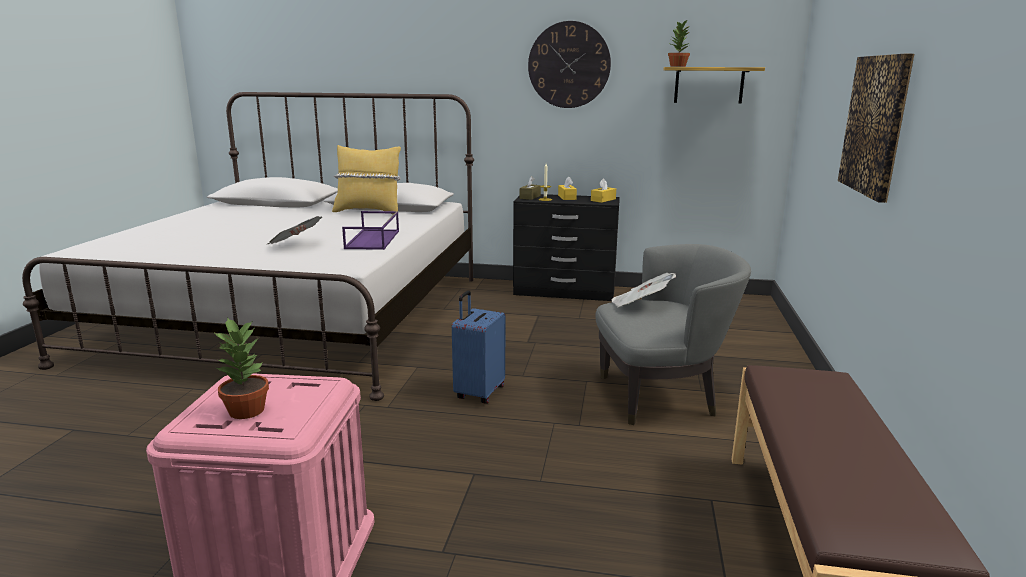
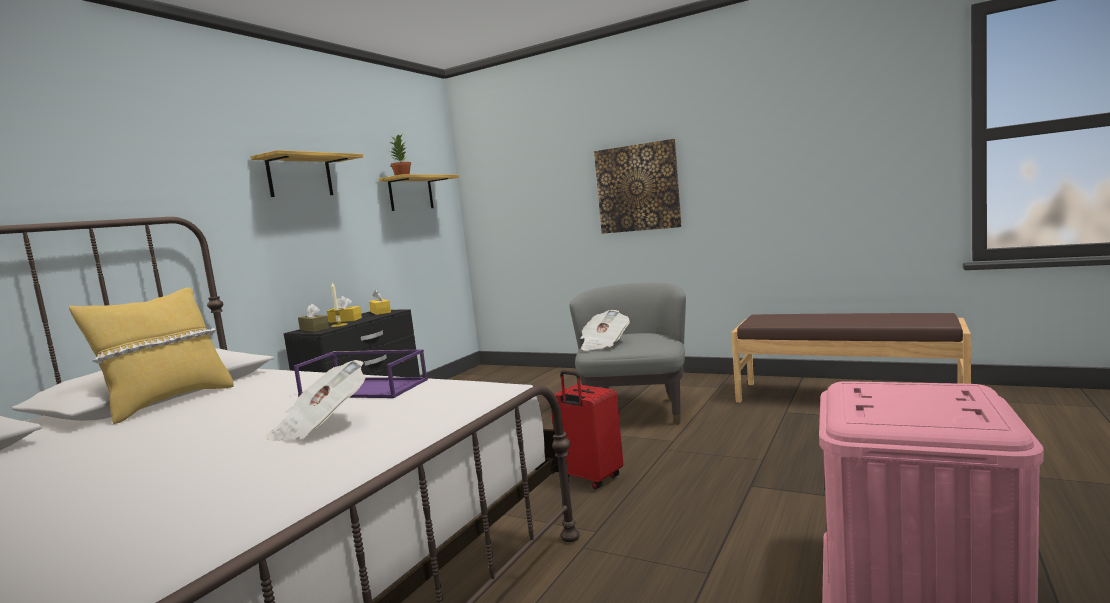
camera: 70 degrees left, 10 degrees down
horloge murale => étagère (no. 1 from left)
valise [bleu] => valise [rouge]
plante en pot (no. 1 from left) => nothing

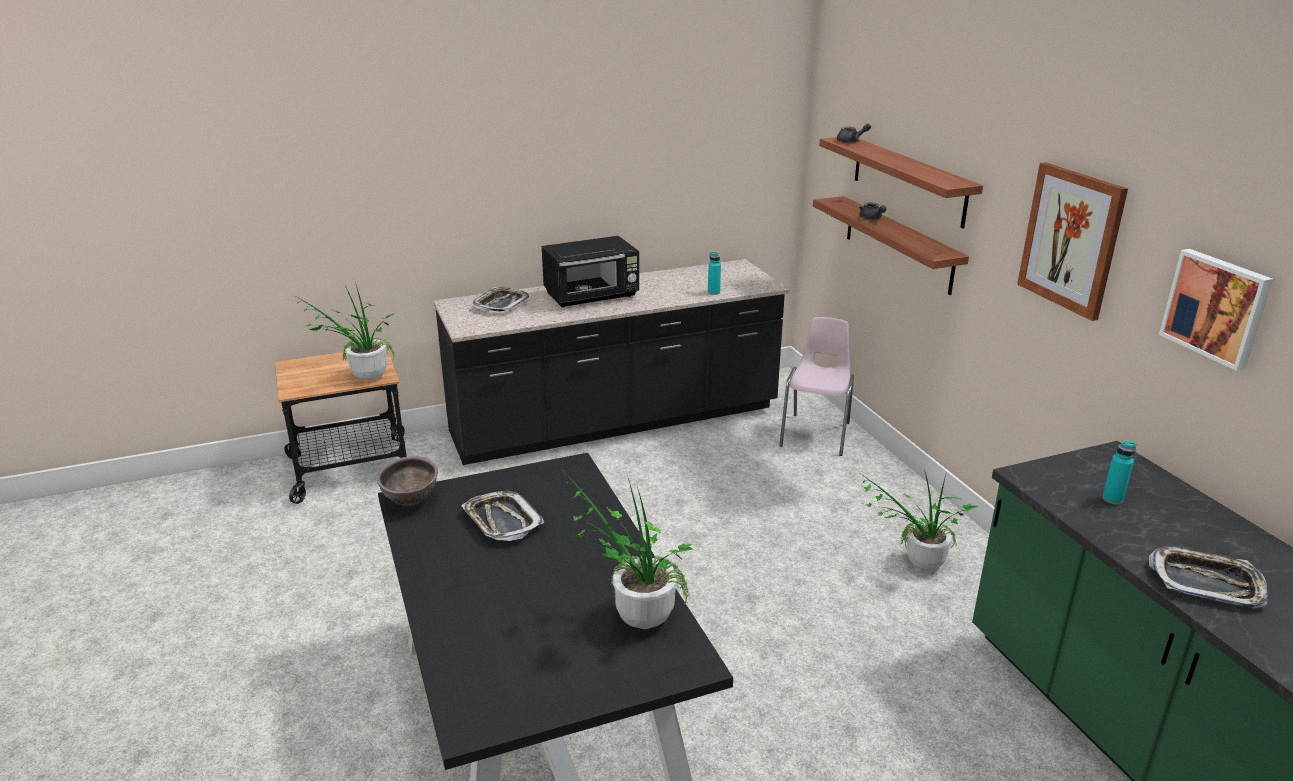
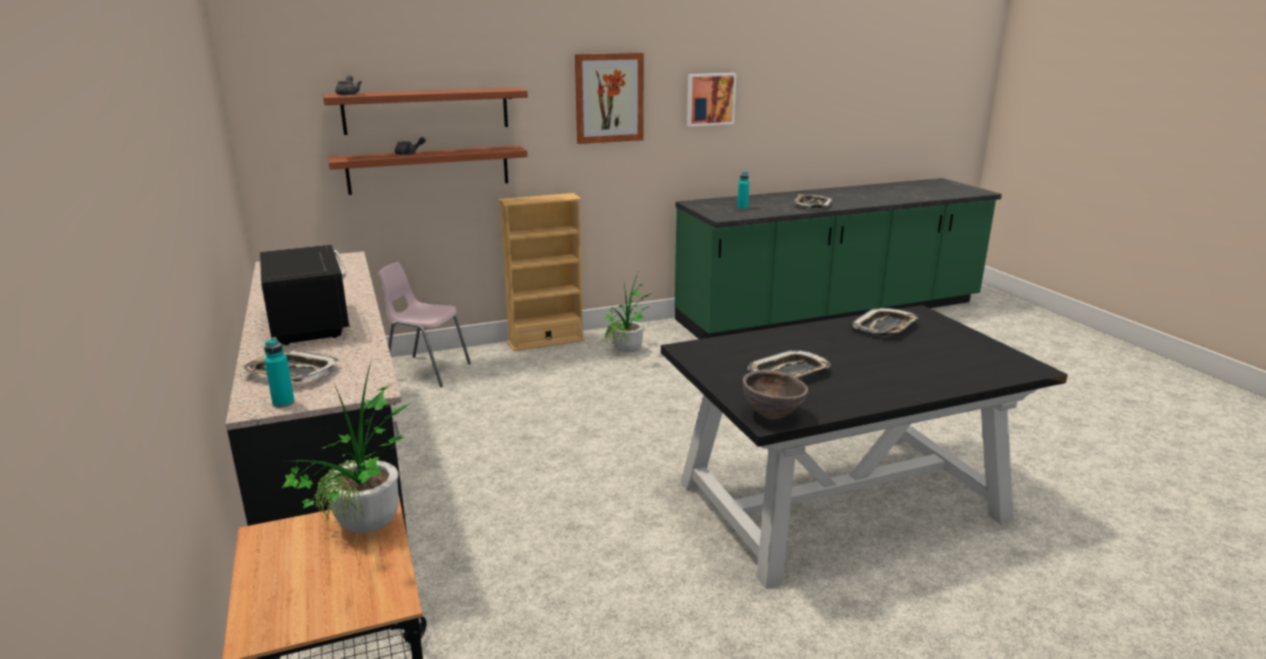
camera: 90 degrees left, 5 degrees down
bouteille [turquoise] (no. 1 from left), relocated
plante en pot (no. 2 from left) => plateau (no. 4 from left)
nothing => bibliothèque [beige]

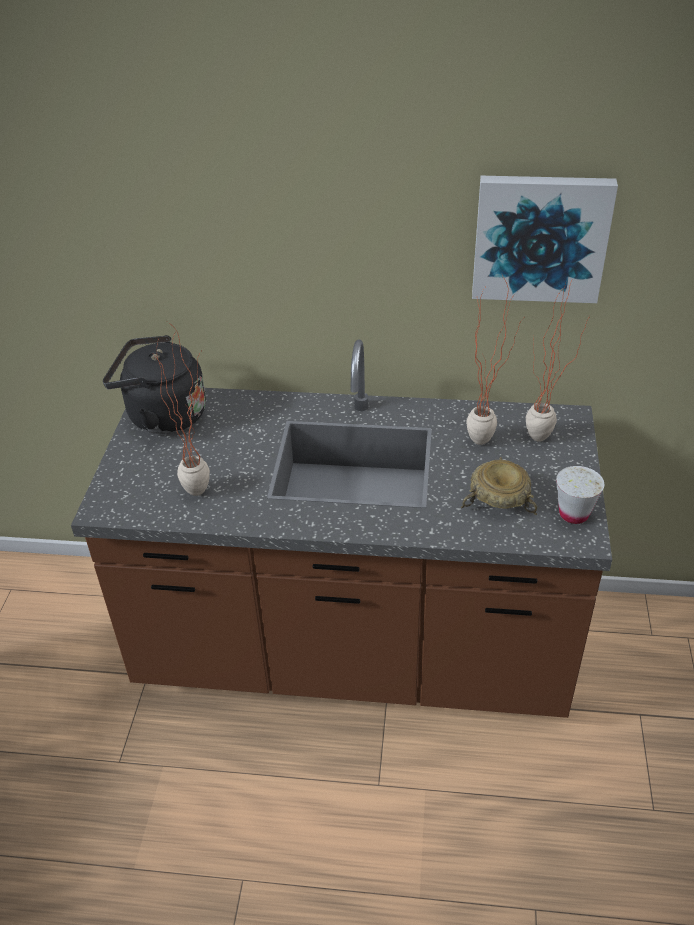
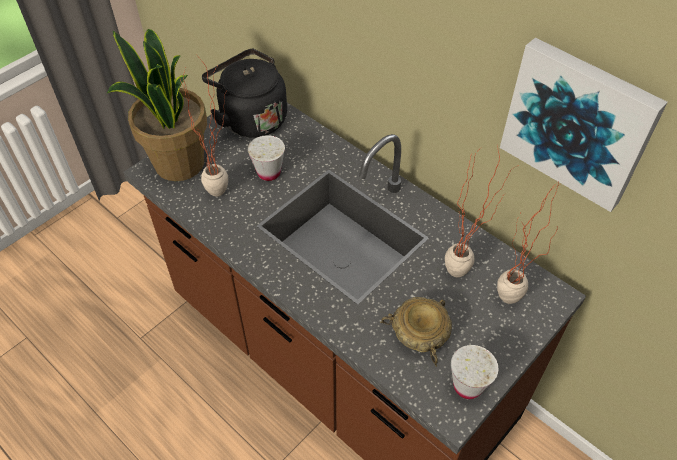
camera: 35 degrees right, 10 degrees up
nothing => plante en pot (no. 1 from left)
nothing => tasse [blanc] (no. 1 from left)

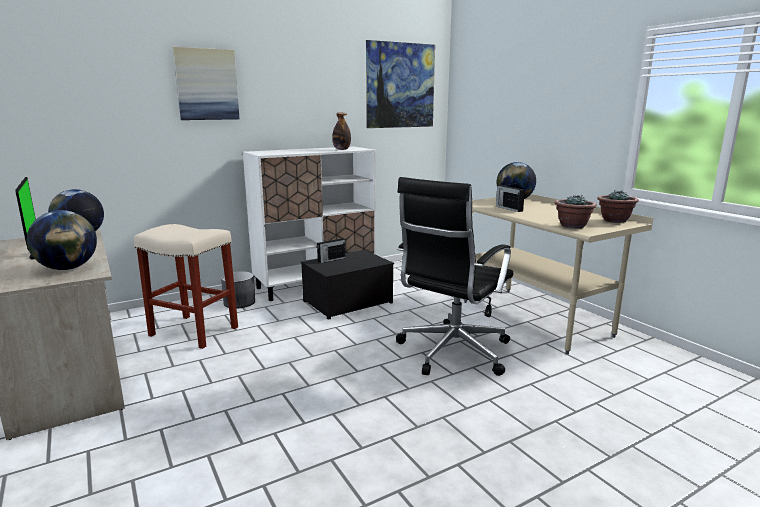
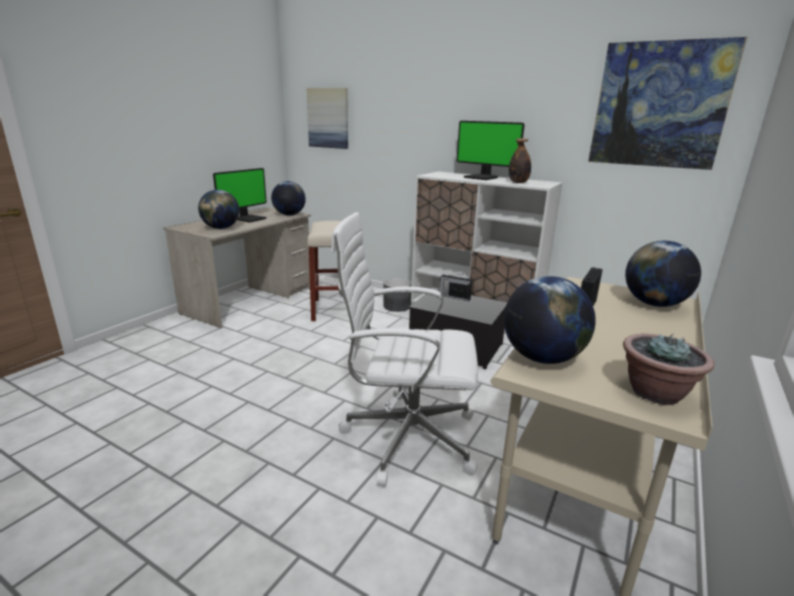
camera: 60 degrees right, 5 degrees up
tableau (no. 1 from left), relocated
chaise de bureau [noir] => chaise de bureau [blanc]
plante en pot (no. 1 from left) => globe (no. 3 from left)
nothing => écran d'ordinateur (no. 2 from left)

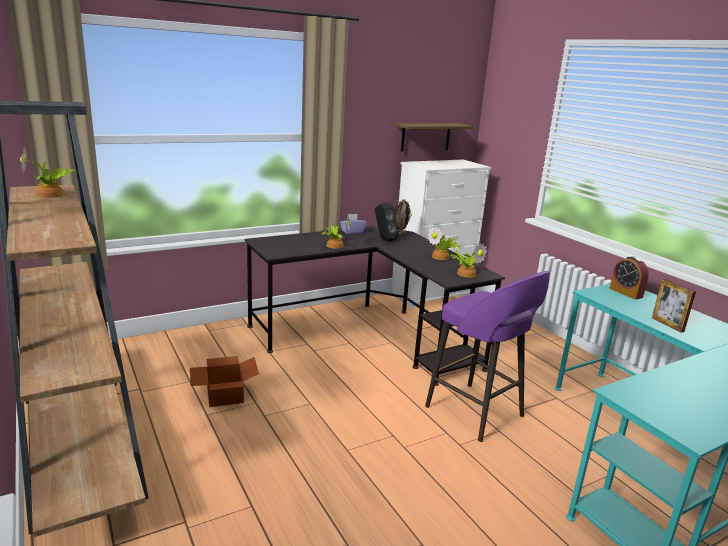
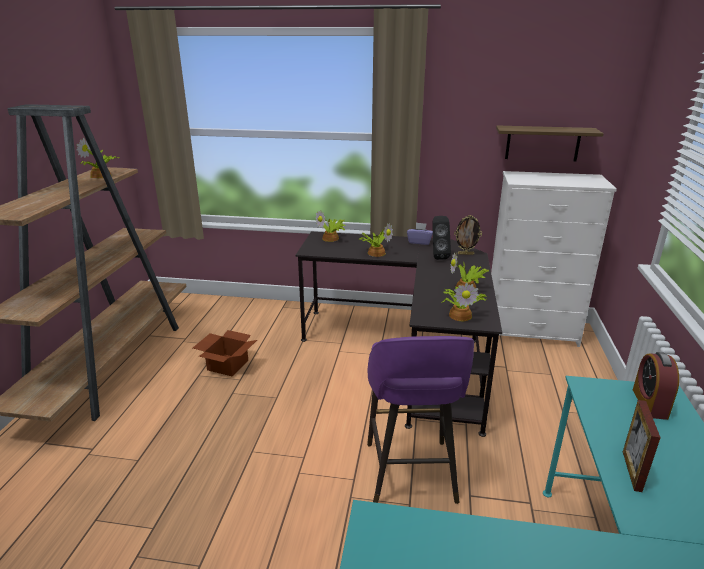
camera: 40 degrees right, 5 degrees up
nothing => plante en pot (no. 2 from left)

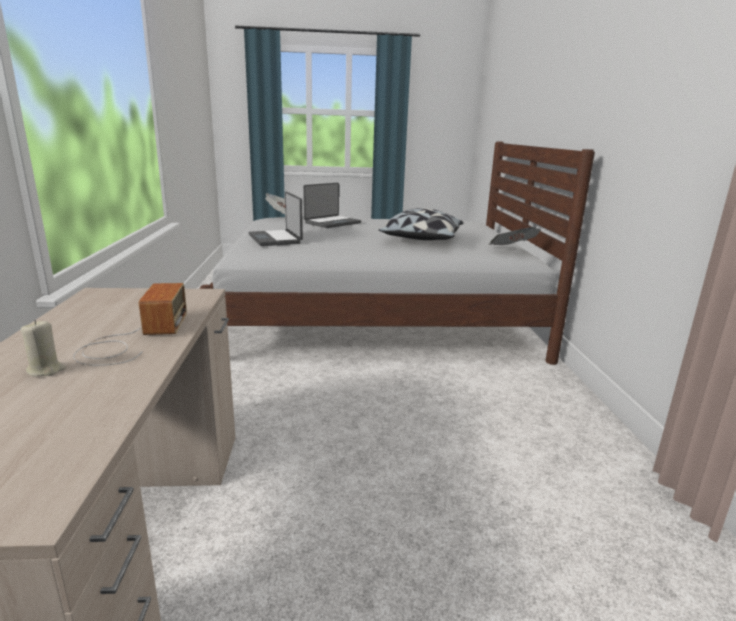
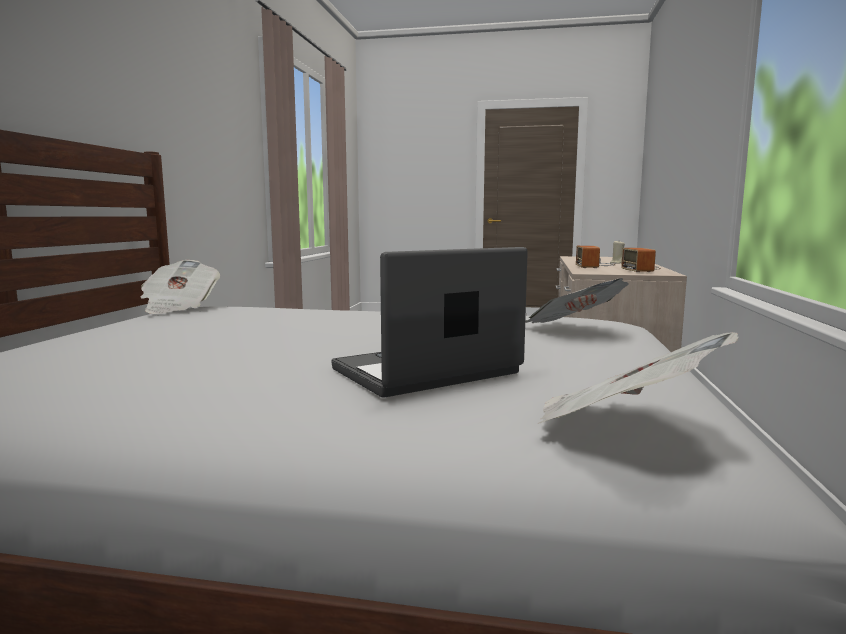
camera: 165 degrees left, 10 degrees down
ordinateur portable (no. 1 from left) => journal (no. 2 from left)
coussin => nothing
nothing => radio (no. 2 from left)

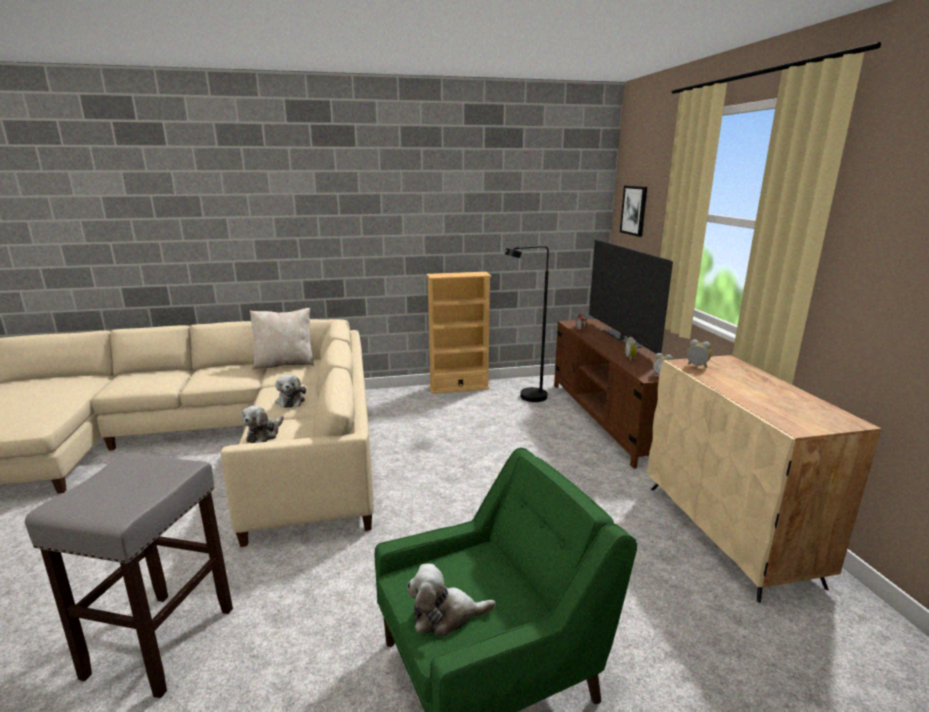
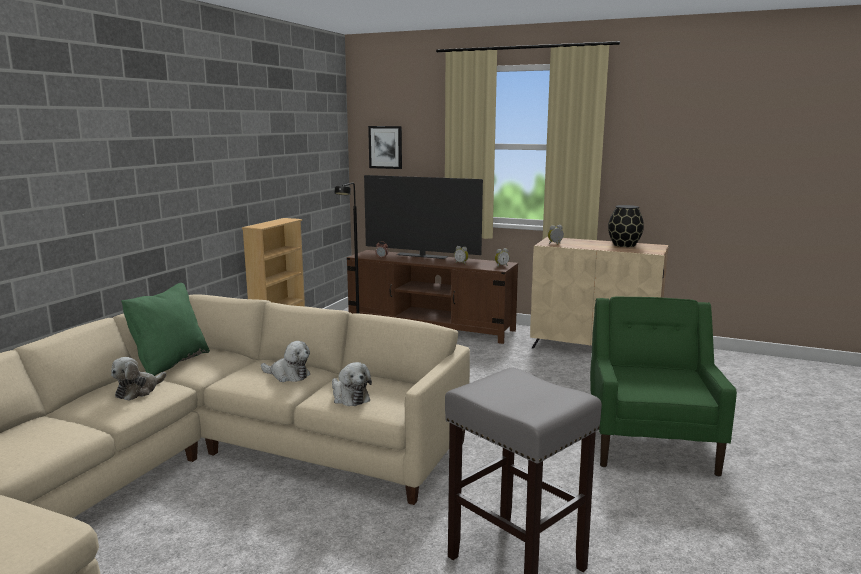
camera: 55 degrees left, 5 degrees down
coussin [beige] => coussin [vert]
peluche (no. 3 from left in the first image) => peluche (no. 1 from left), relocated
nothing => vase [noir]

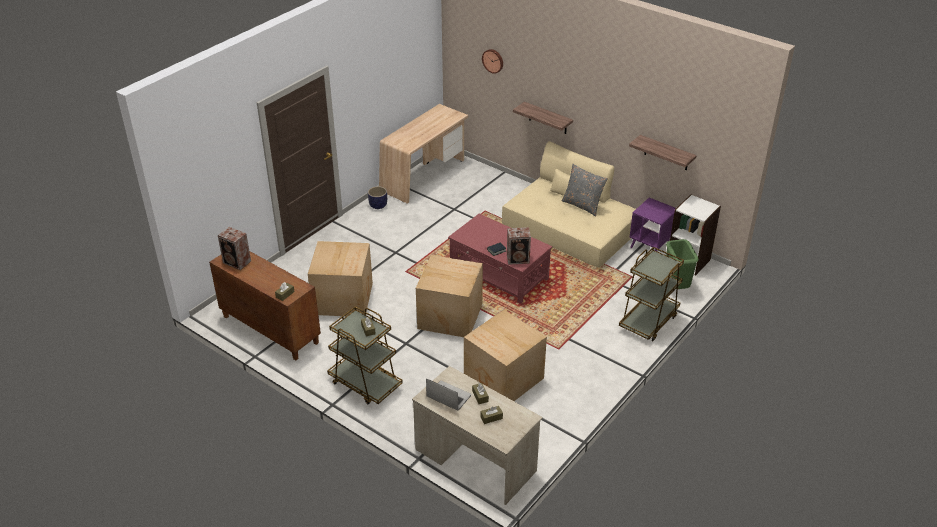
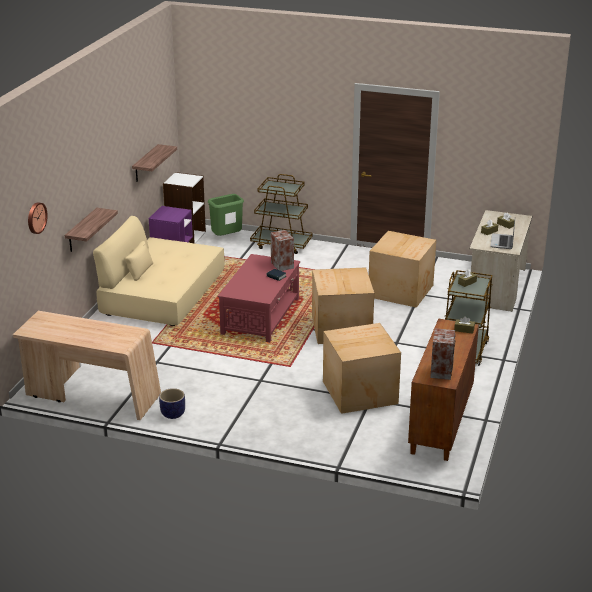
camera: 110 degrees left, 10 degrees down
coussin [gris] => nothing

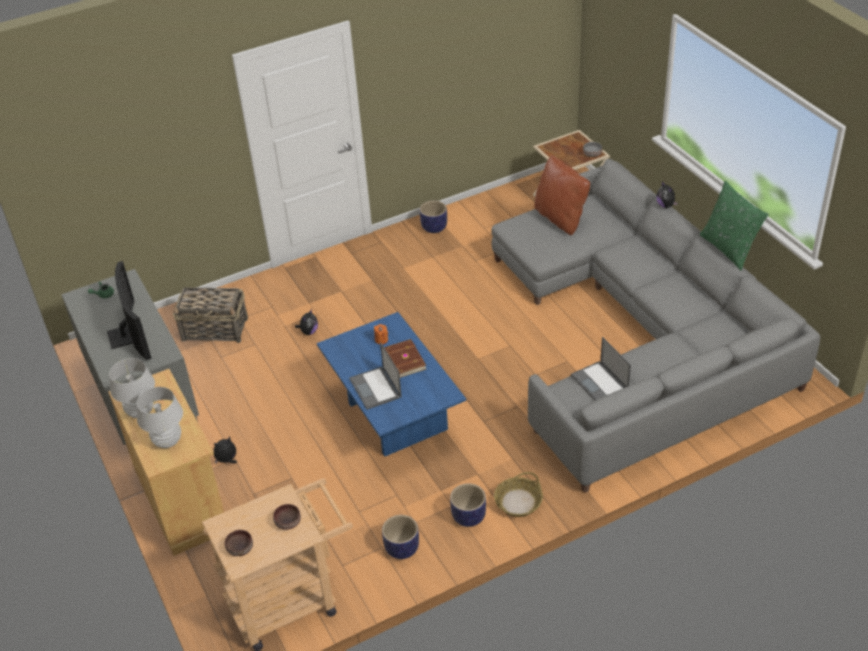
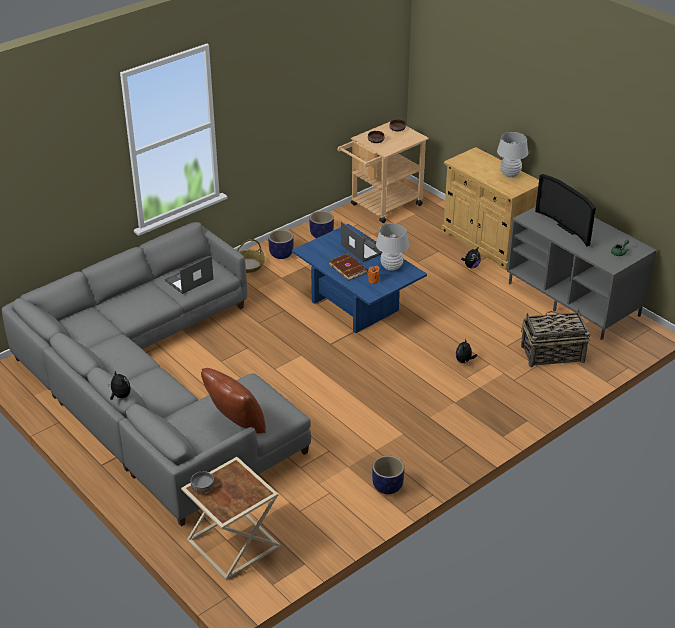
camera: 165 degrees right, 5 degrees down
coussin [vert] => nothing
ordinateur portable (no. 2 from left in the first image) => ordinateur portable (no. 1 from left), 90 degrees counterclockwise
lampe de table [blanc] (no. 2 from left in the first image) => lampe de table [blanc] (no. 1 from left), relocated

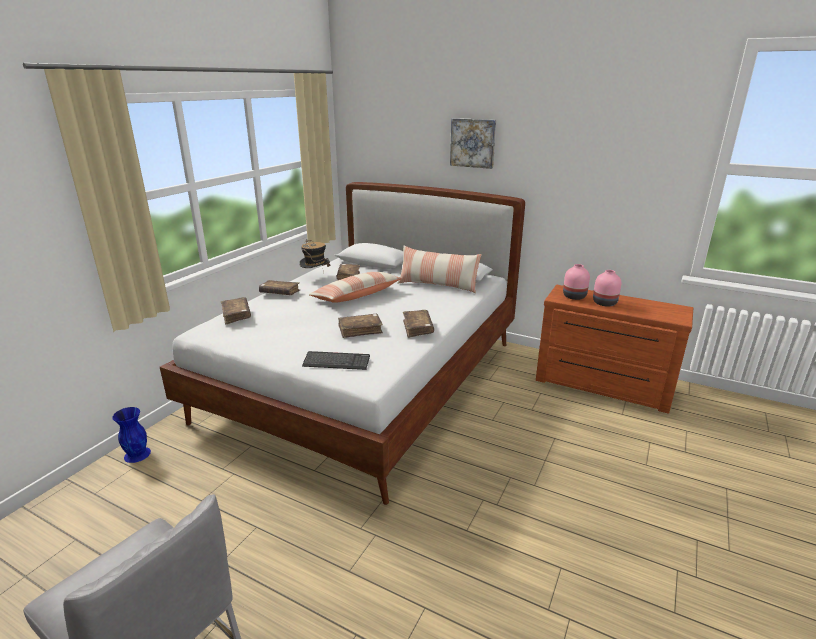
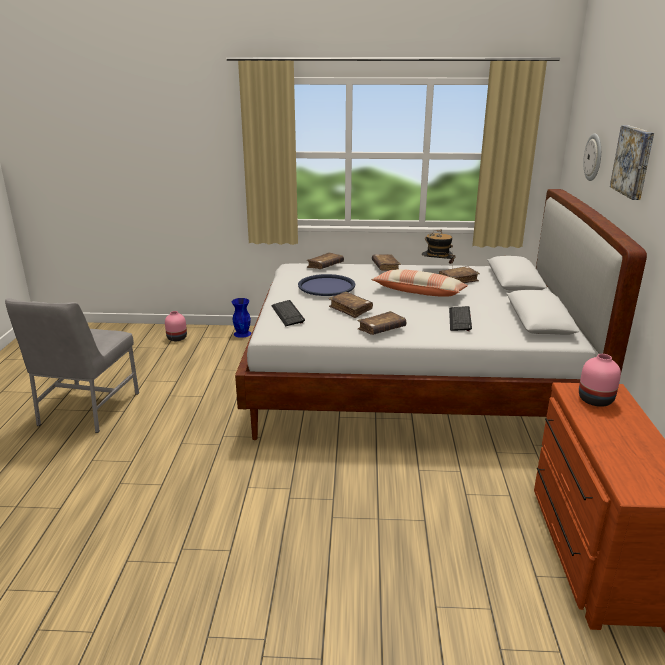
camera: 65 degrees right, 0 degrees up
coussin (no. 2 from left) => nothing
vase [rose] (no. 2 from left in the first image) => vase [rose] (no. 1 from left), relocated
nothing => horloge murale
nothing => plateau [bleu]
nothing => clavier (no. 2 from left)

